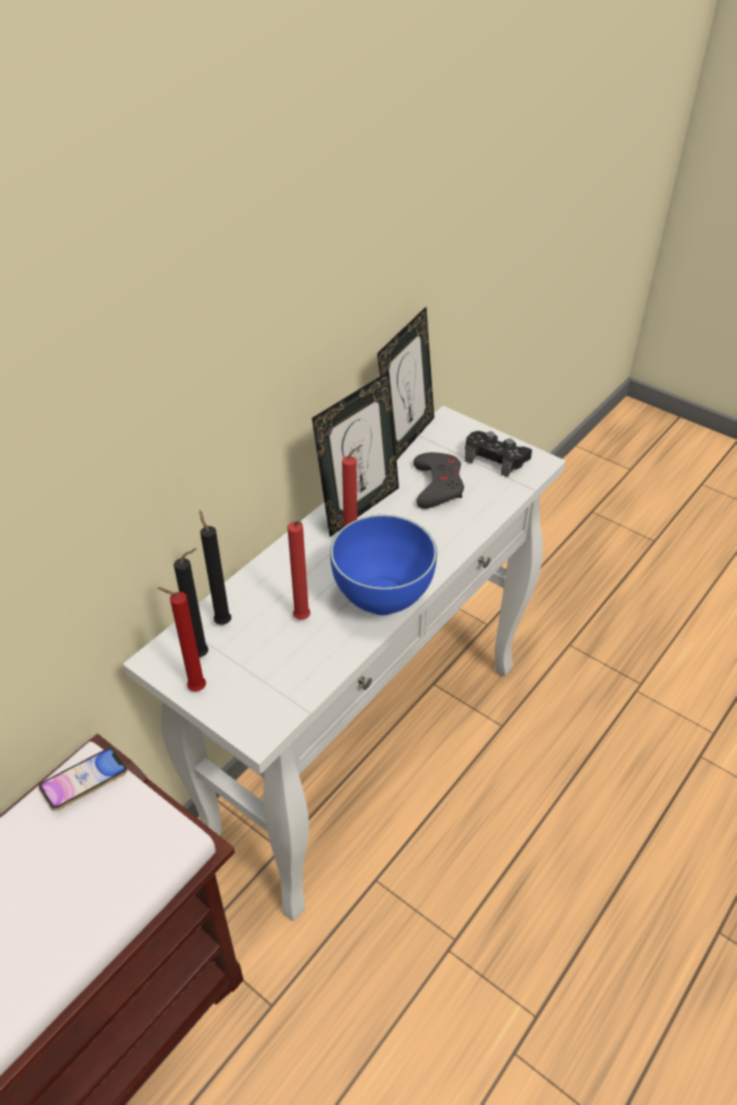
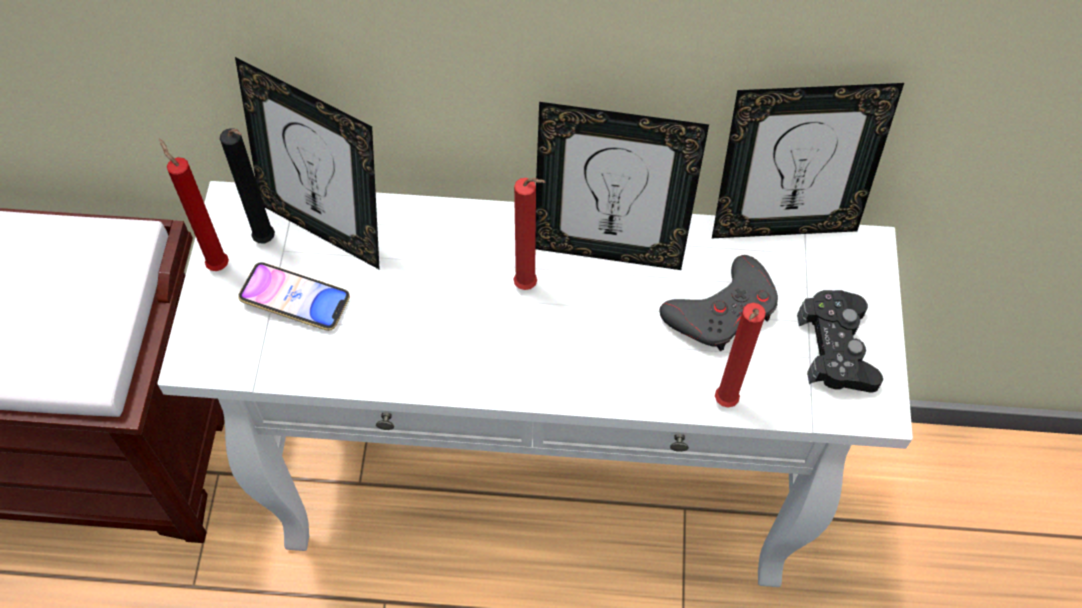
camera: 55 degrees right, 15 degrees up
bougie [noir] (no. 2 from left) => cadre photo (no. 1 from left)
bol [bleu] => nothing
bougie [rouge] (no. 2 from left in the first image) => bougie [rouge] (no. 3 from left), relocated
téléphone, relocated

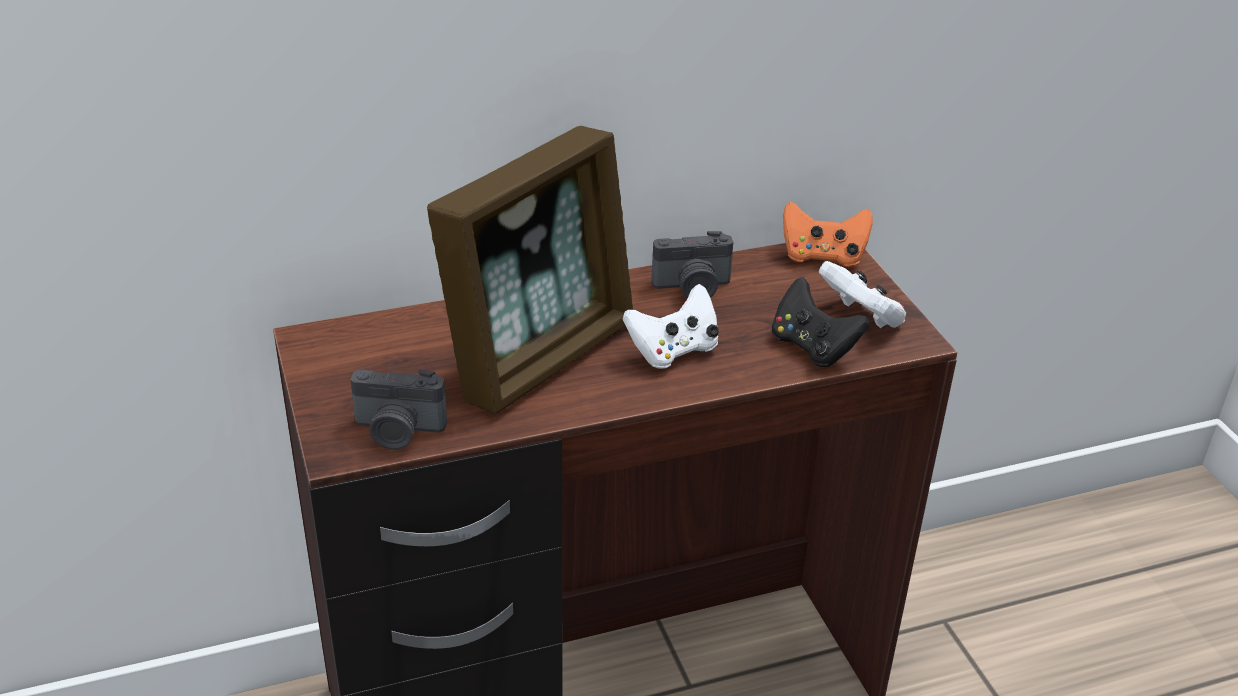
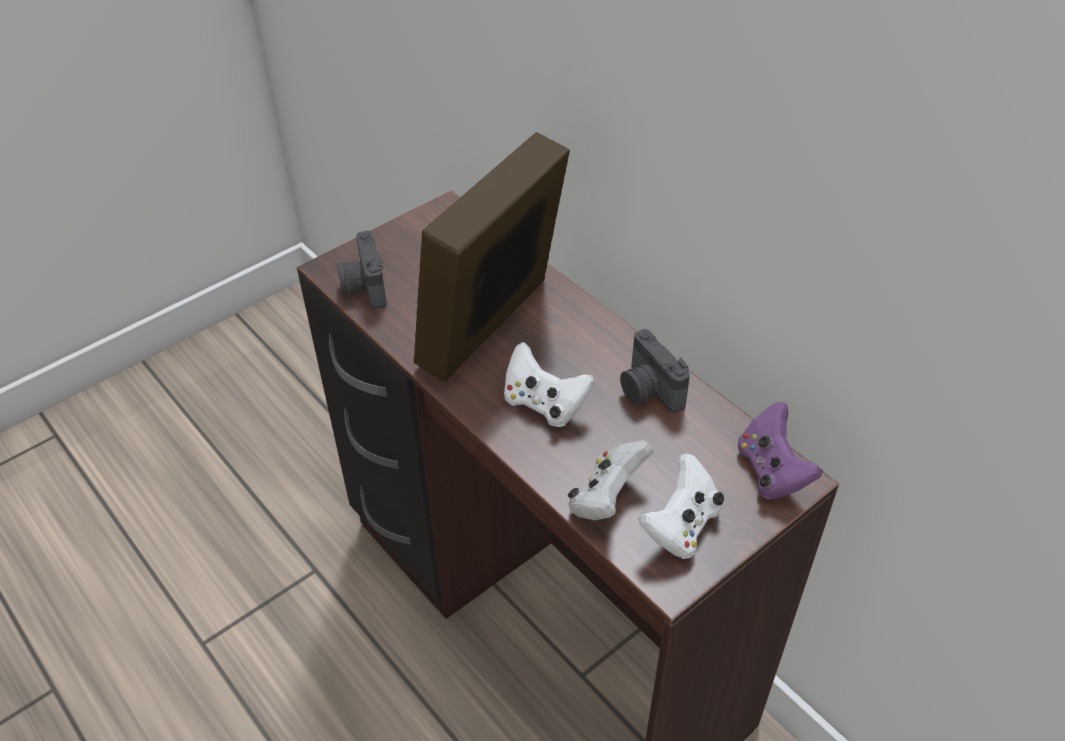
camera: 70 degrees right, 10 degrees up
cadre photo, 105 degrees clockwise
manette [orange] => manette [violet]
manette [noir] => manette [blanc] (no. 2 from left)

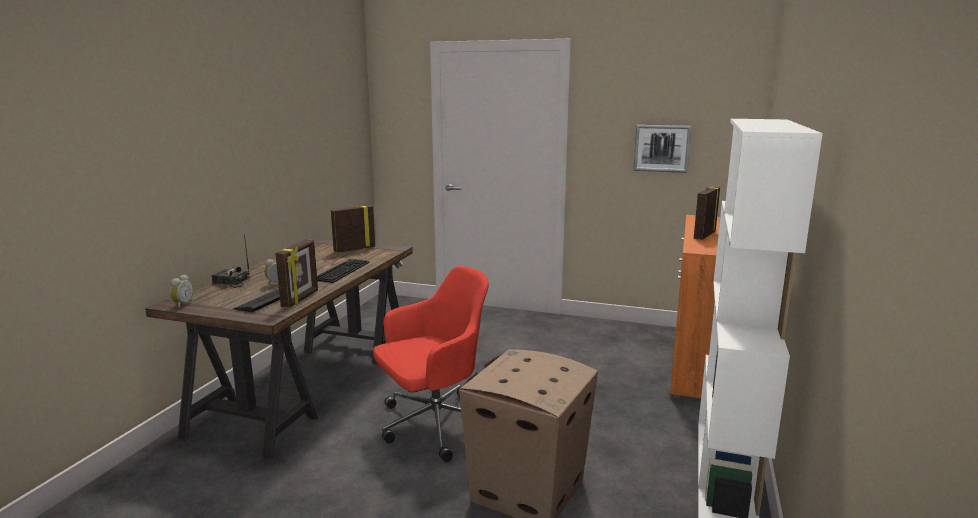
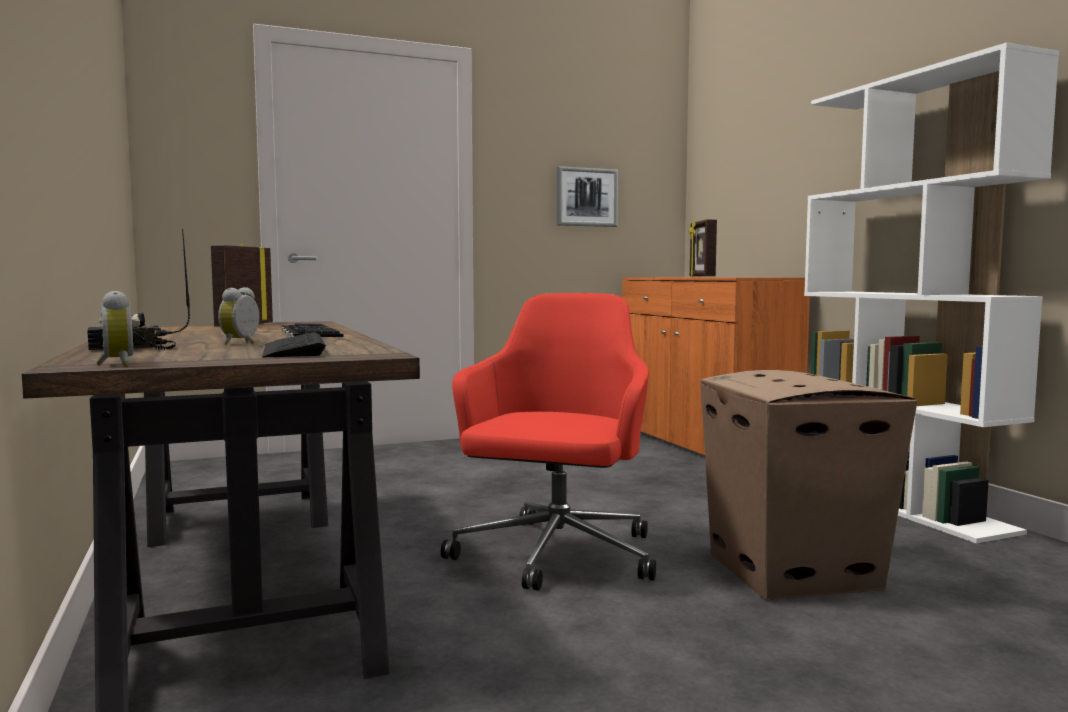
camera: 40 degrees left, 10 degrees down
cadre photo (no. 1 from left) => nothing

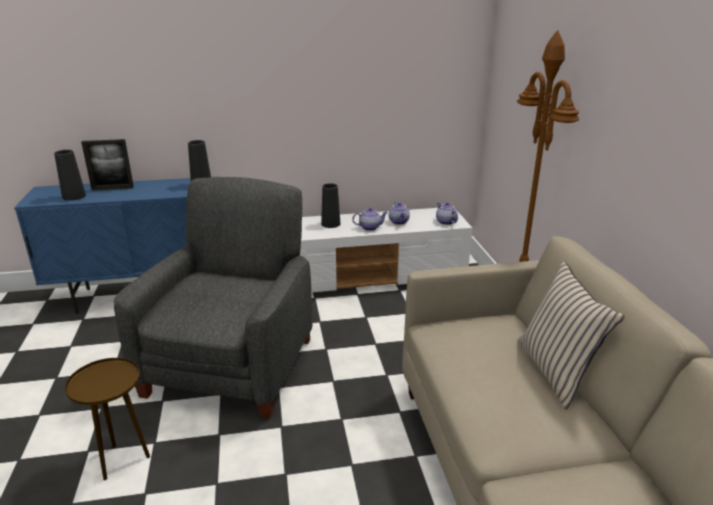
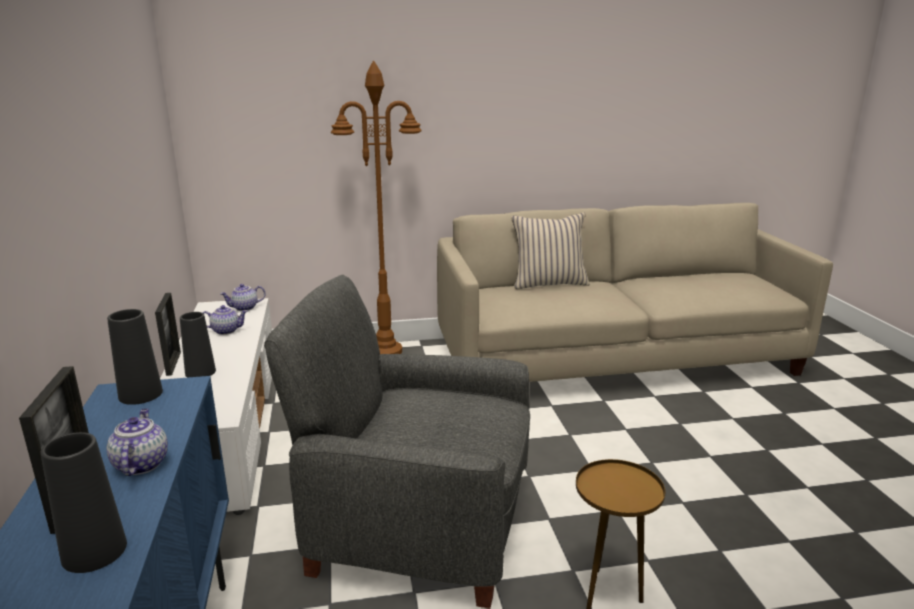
camera: 90 degrees left, 5 degrees down
théière (no. 1 from left), relocated
nothing => cadre photo (no. 2 from left)

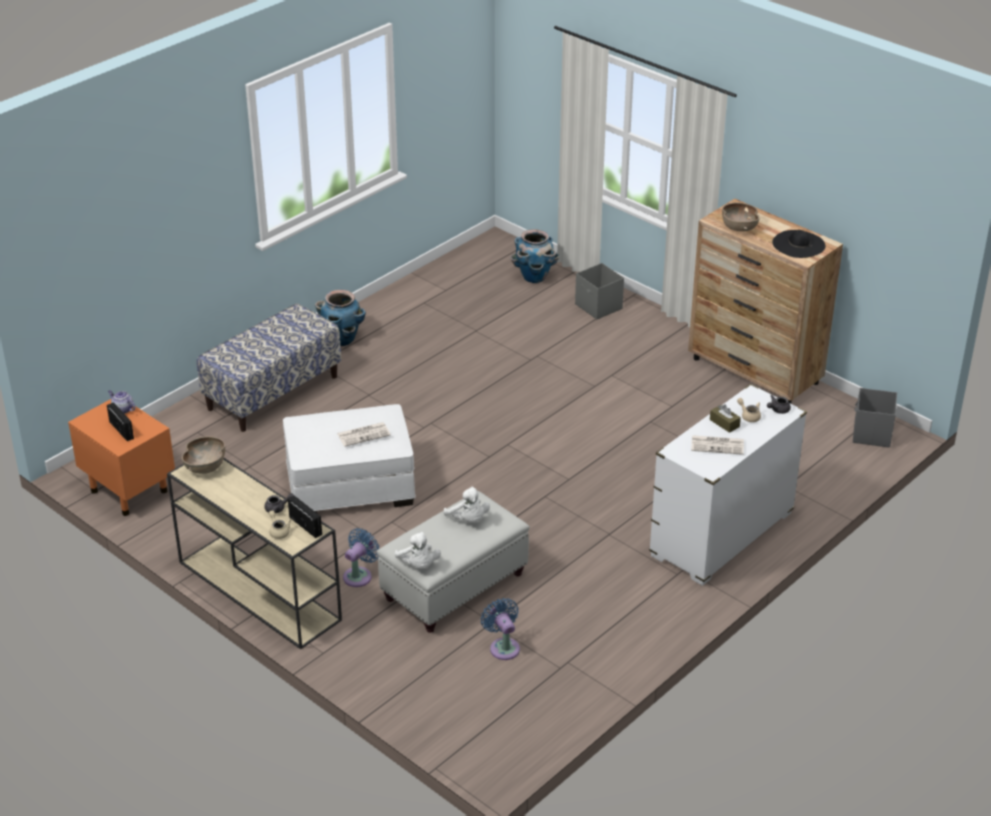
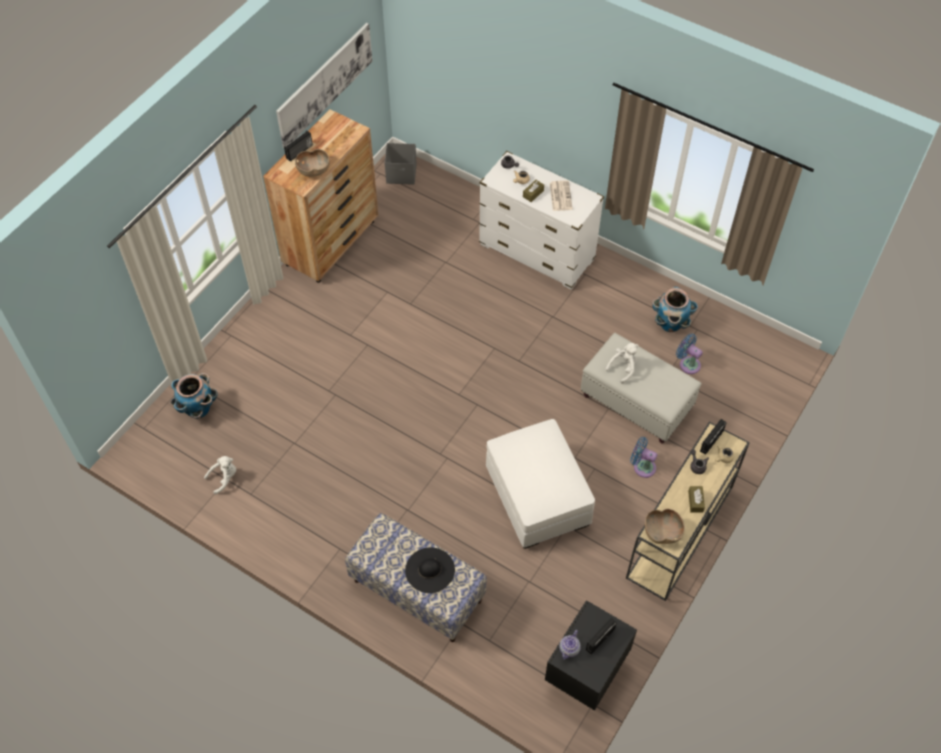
camera: 100 degrees left, 20 degrees up
chapeau [noir], relocated
boîte de rangement [gris] (no. 1 from left) => nothing
cache-pot (no. 1 from left in the first image) => cache-pot (no. 2 from left), relocated
table de chevet [orange] => table de chevet [noir]
journal (no. 1 from left) => nothing
peluche [blanc] (no. 1 from left), relocated
ventilateur [bleu] (no. 2 from left), 75 degrees clockwise
nothing => tableau
nothing => radio (no. 1 from left)
nothing => boîte à mouchoirs [marron] (no. 2 from left)

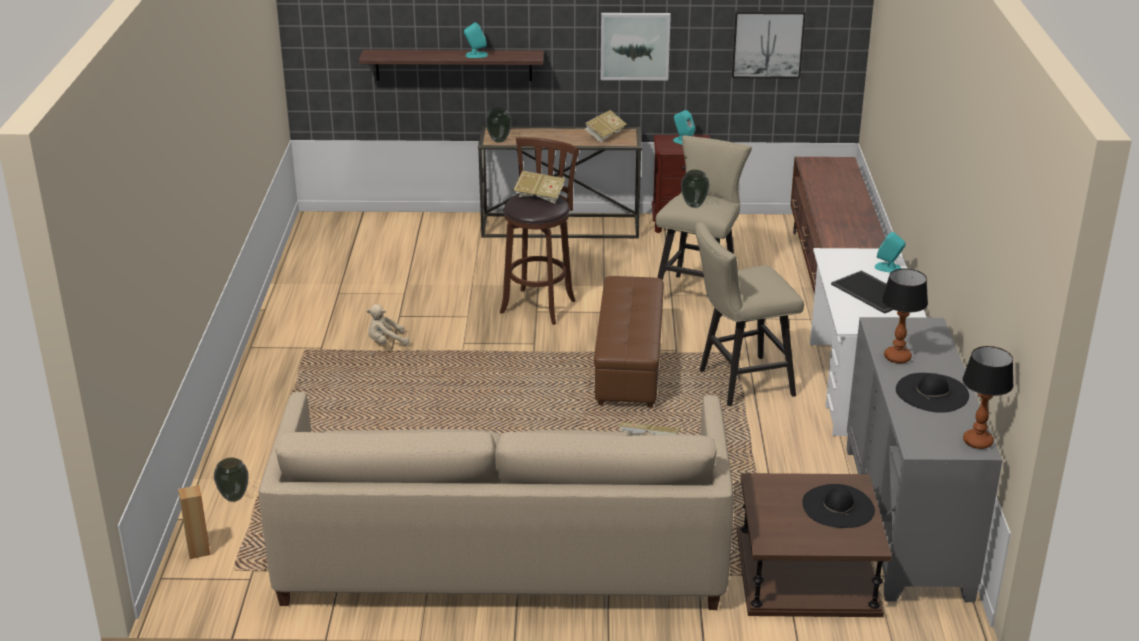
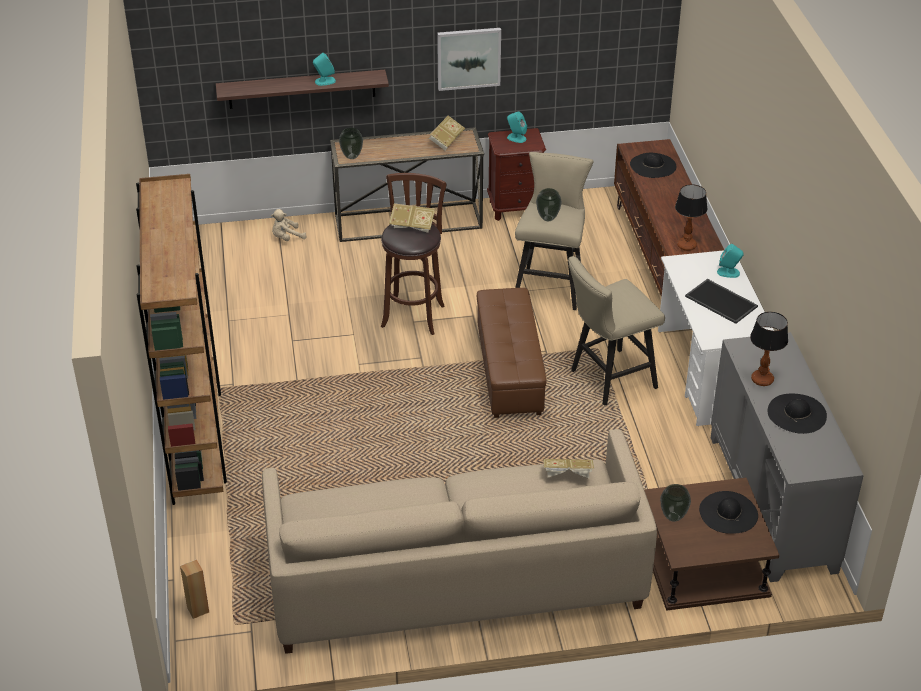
camera: 10 degrees left, 10 degrees up
tableau (no. 2 from left) => nothing
peluche [beige], relocated
lampe de table (no. 2 from left in the first image) => lampe de table (no. 1 from left), relocated
vase (no. 1 from left in the first image) => vase (no. 3 from left), relocated
nothing => chapeau [noir] (no. 1 from left)
nothing => bibliothèque [marron]

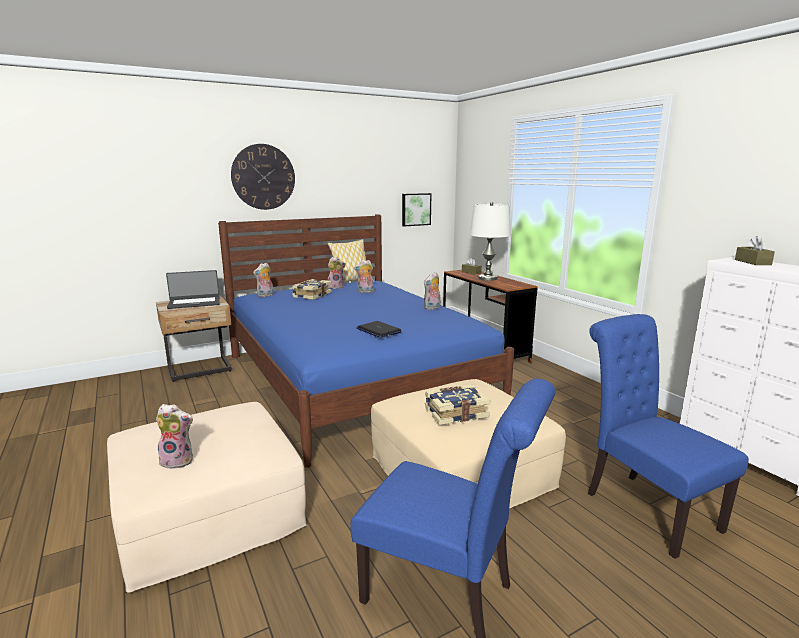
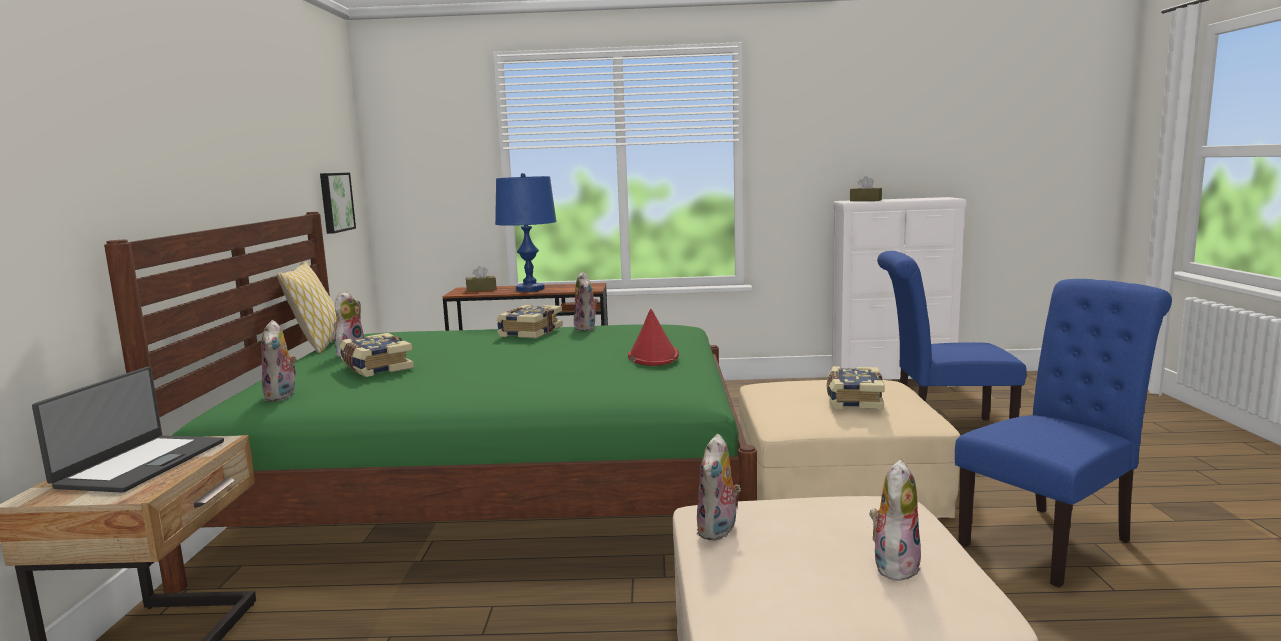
camera: 60 degrees left, 5 degrees down
horloge murale => nothing
lampe de table [blanc] => lampe de table [bleu]
lit [bleu] => lit [vert]
peluche (no. 4 from left), relocated
ordinateur portable (no. 2 from left) => chapeau [rouge]
nothing => livre (no. 2 from left)

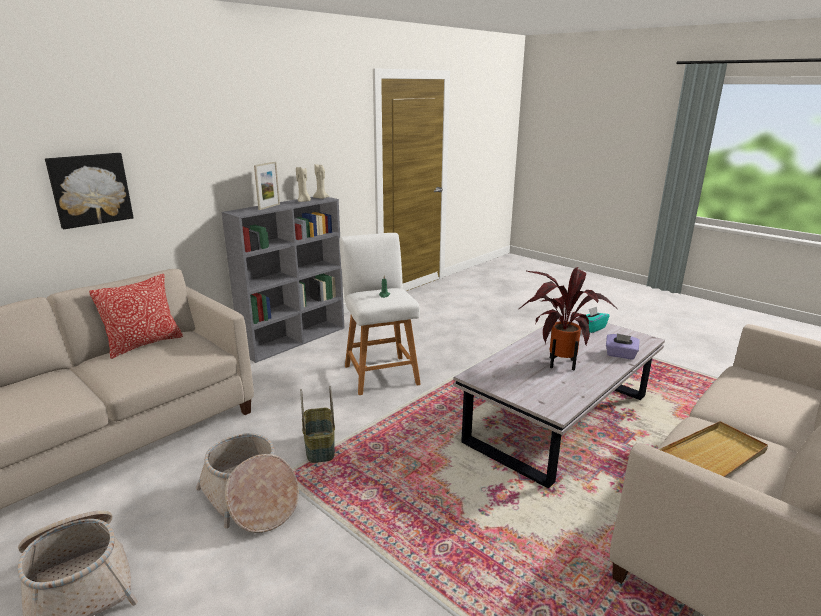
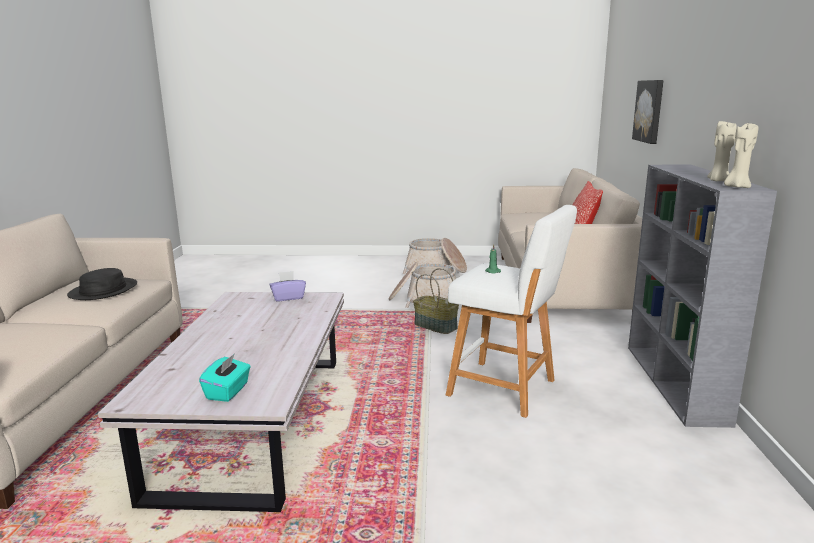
camera: 140 degrees right, 5 degrees down
cadre photo => nothing
plante en pot => nothing
boîte à mouchoirs [violet], relocated
plateau [beige] => chapeau [noir]

